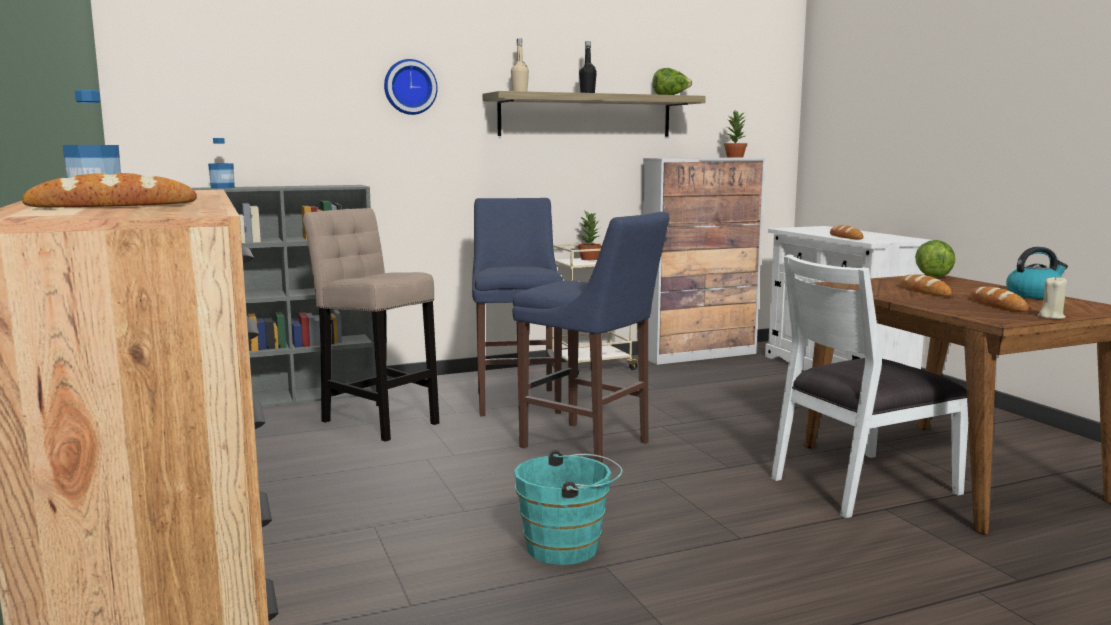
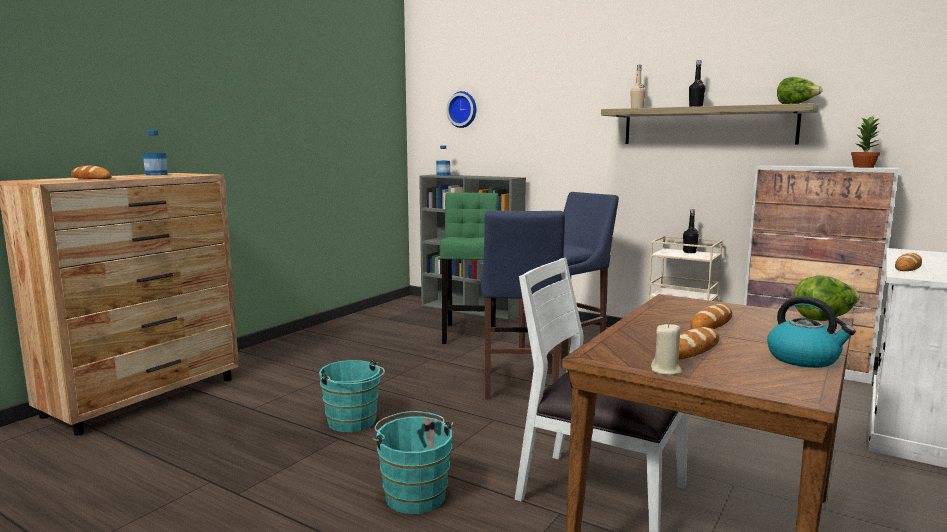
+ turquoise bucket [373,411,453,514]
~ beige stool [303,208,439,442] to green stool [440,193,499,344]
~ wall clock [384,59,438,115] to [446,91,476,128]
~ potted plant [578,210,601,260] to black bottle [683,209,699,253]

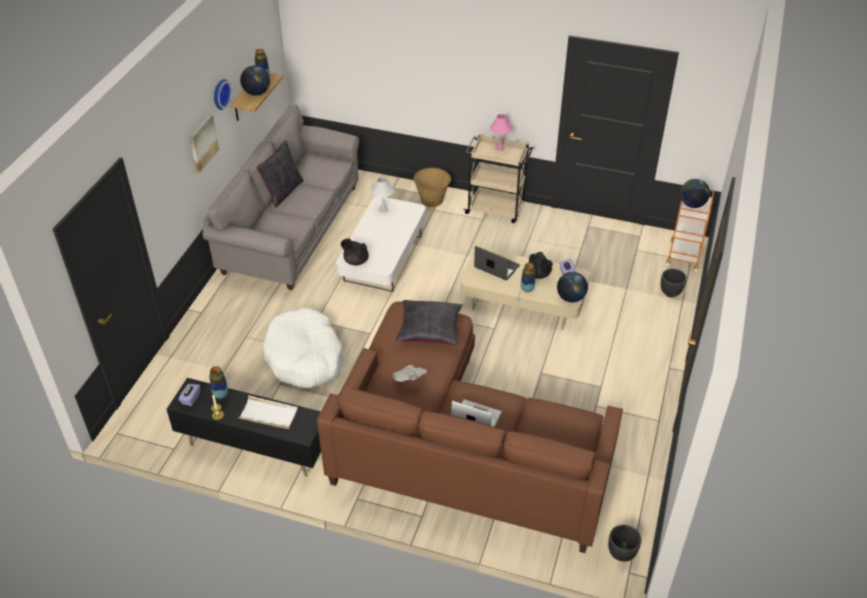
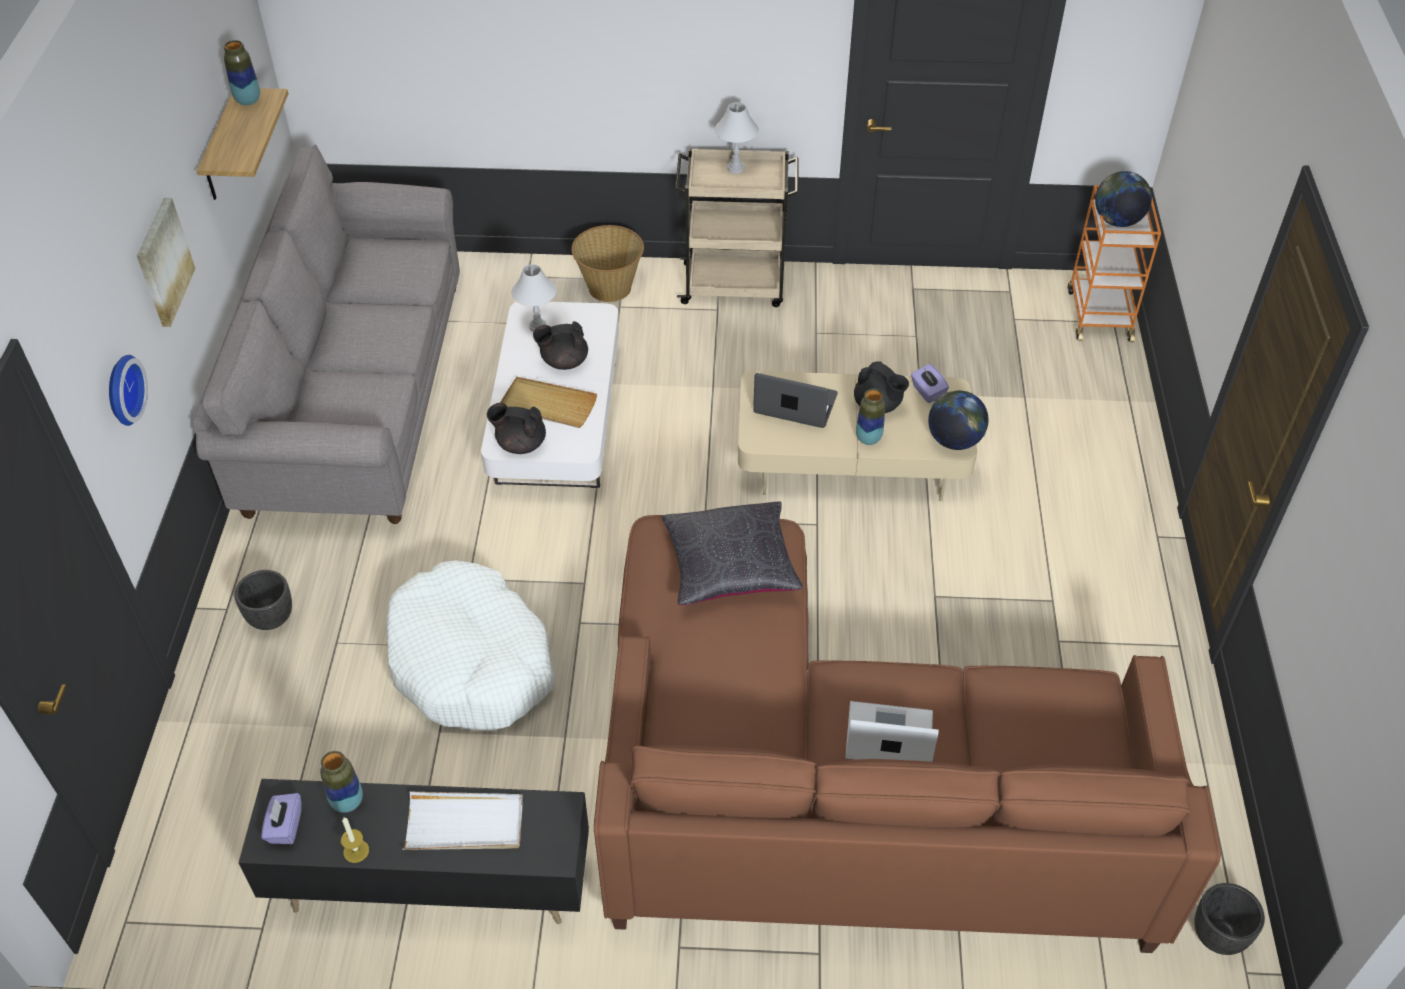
~ wall clock [214,79,232,110] to [109,355,148,426]
~ black planter [660,269,687,297] to [234,570,292,630]
+ beige tray [500,377,597,428]
+ black teapot [533,321,588,370]
~ pink table lamp [490,114,512,150] to white table lamp [715,102,759,174]
- globe [240,66,270,96]
- black pillow [257,140,304,208]
- newspaper [392,365,427,382]

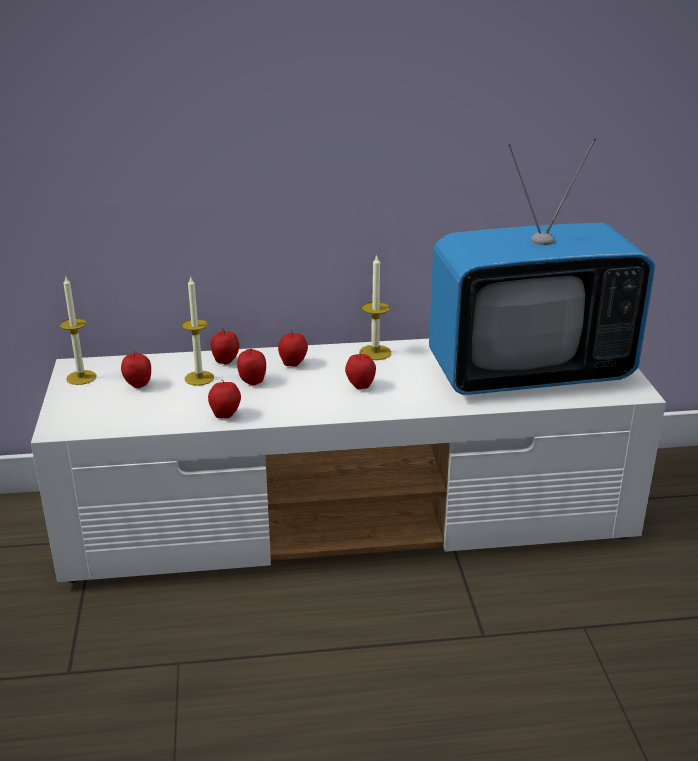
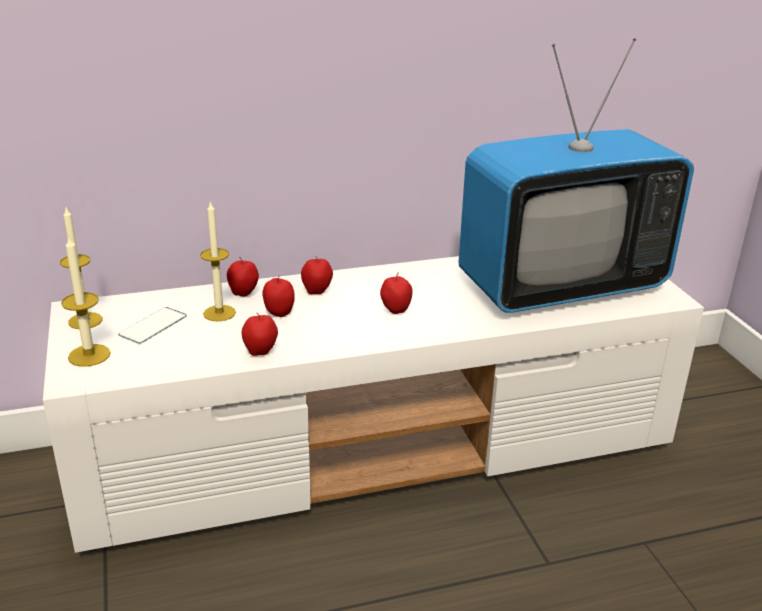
~ candle [359,254,391,360] to [61,235,111,367]
~ apple [121,349,151,388] to phone [118,307,187,344]

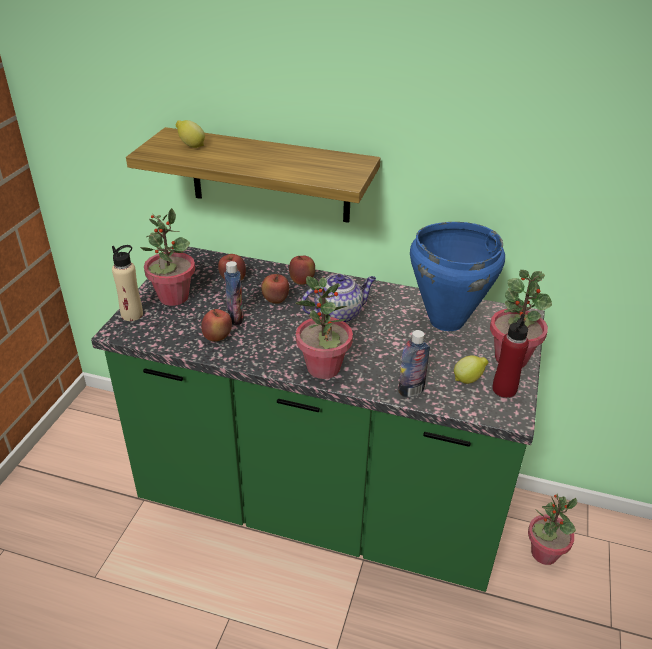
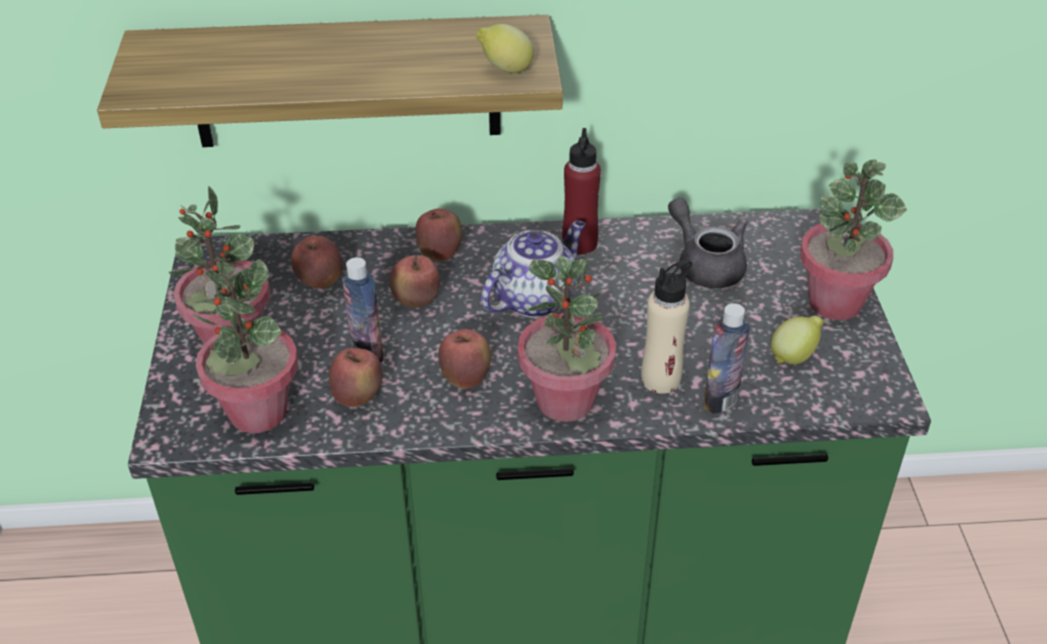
~ potted plant [528,494,577,565] to [192,259,298,433]
+ apple [438,329,491,389]
~ lemon [176,120,205,148] to [476,24,534,73]
~ red bottle [492,313,529,398] to [562,128,601,255]
~ beige bottle [112,245,143,321] to [641,259,692,394]
~ blue cooking pot [410,222,505,331] to grey teapot [668,198,748,288]

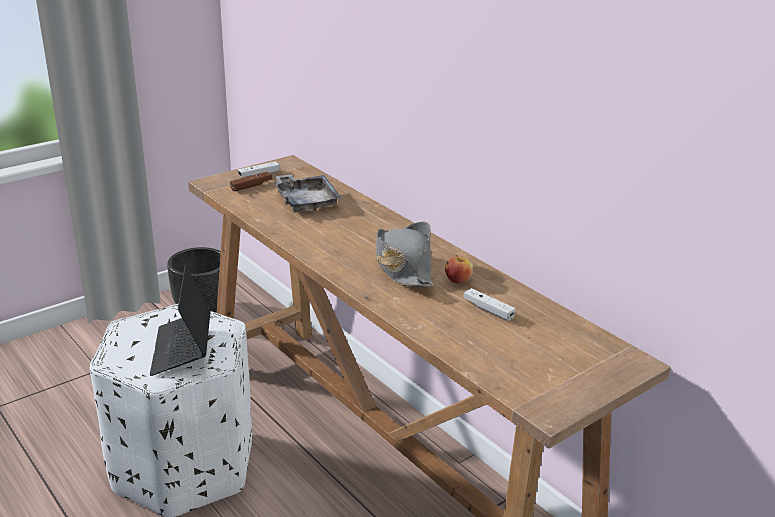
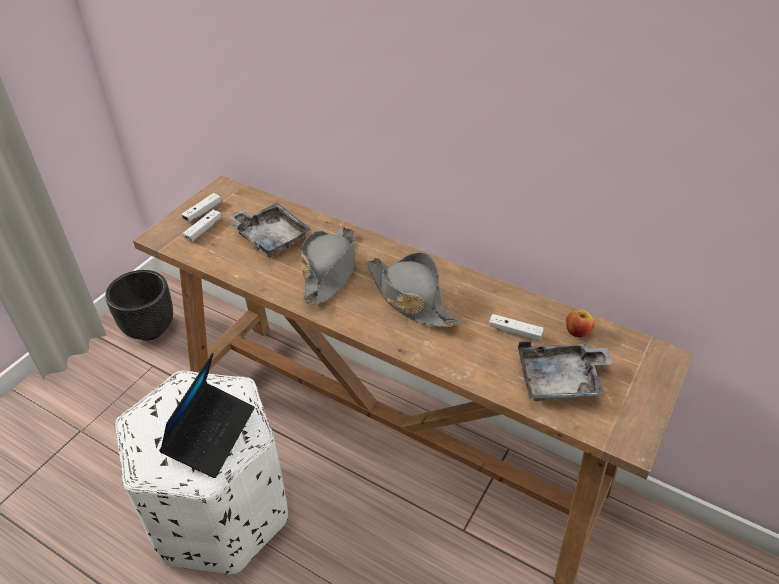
~ laptop [150,265,211,376] = [159,353,255,478] 135 degrees counterclockwise
~ brown game controller [230,172,272,192] to white game controller [183,210,222,242]
+ grey hat [301,227,355,305]
+ grey tray [518,341,613,401]
~ apple [445,255,473,284] to [566,309,595,338]

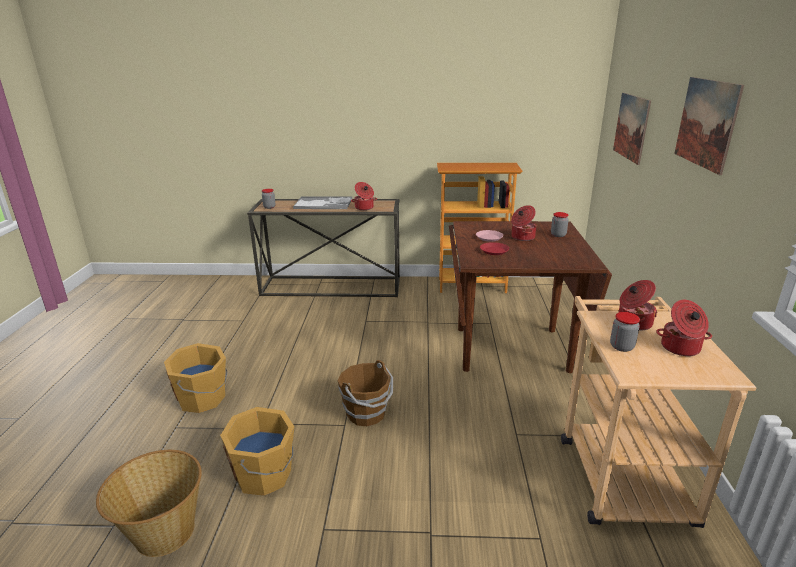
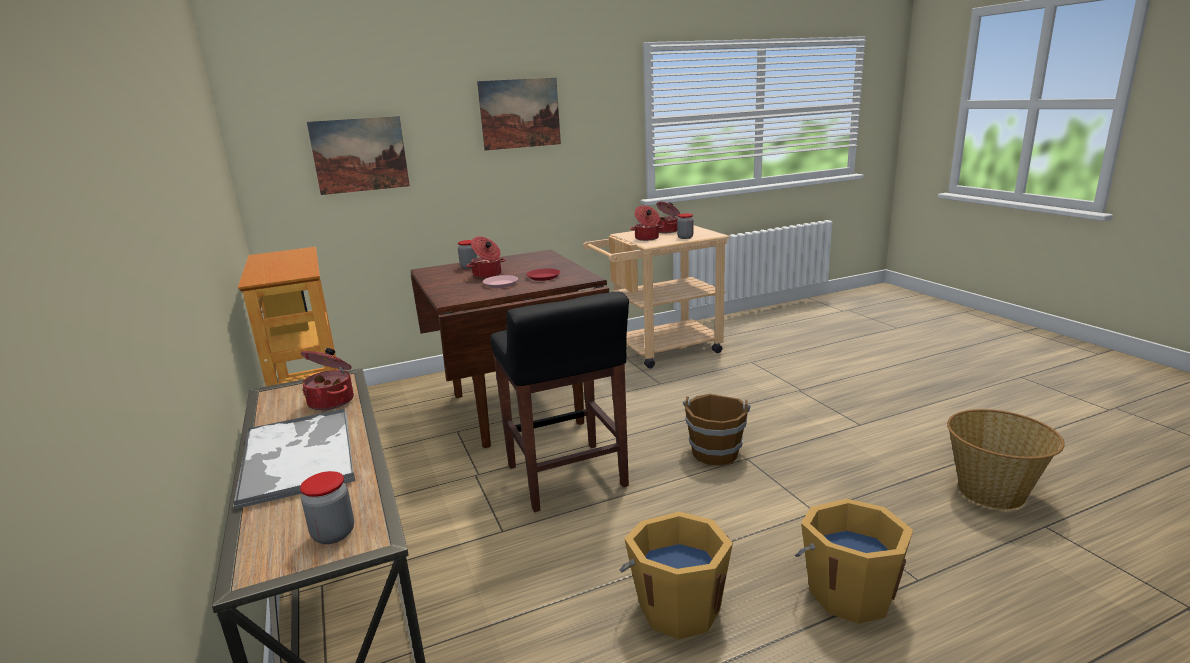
+ black stool [490,292,629,512]
~ orange bucket [220,407,294,496] to [620,512,733,639]

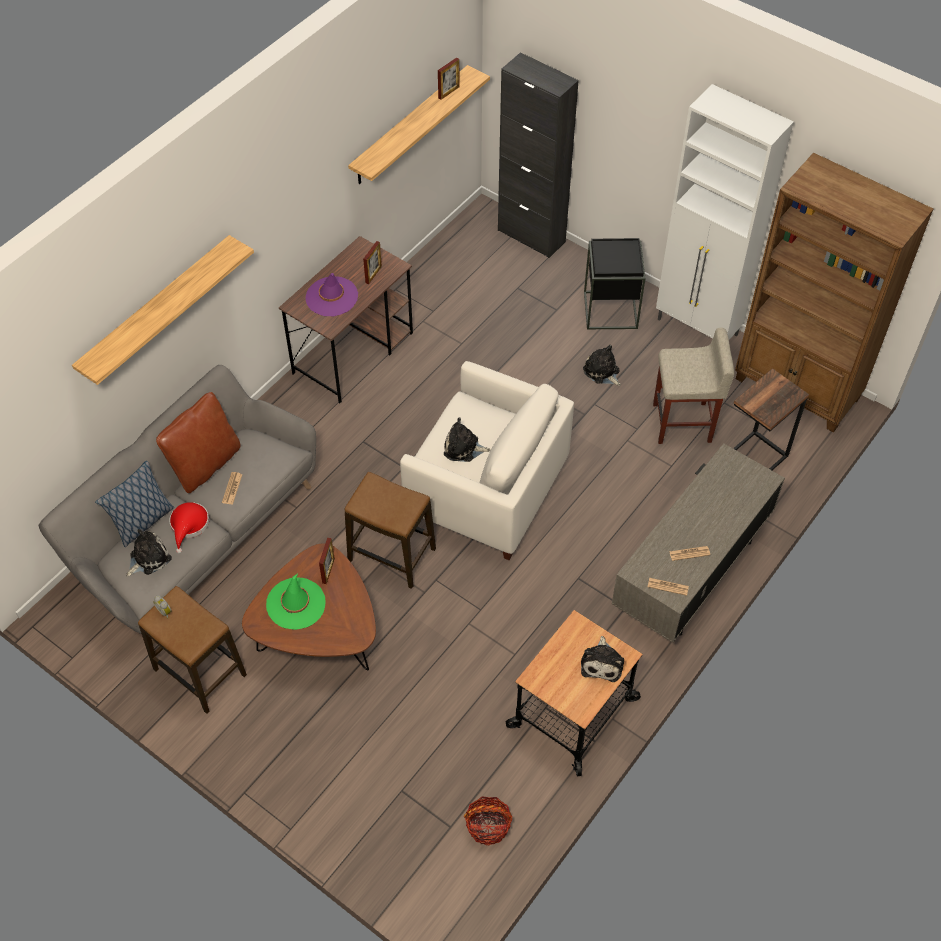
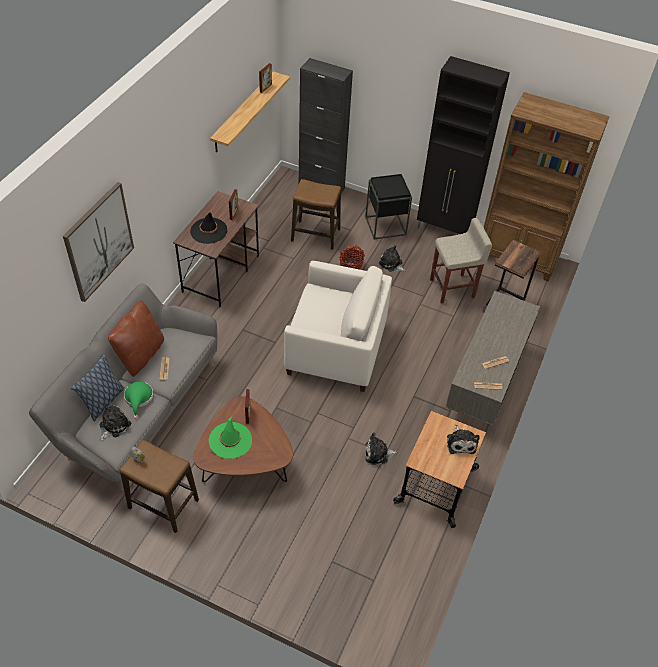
~ shelf [72,235,254,385] to picture [63,182,134,302]
~ red hat [169,502,209,554] to green hat [124,382,153,419]
~ purple hat [306,273,358,316] to black hat [190,212,227,244]
~ stool [345,472,436,589] to [291,179,341,250]
~ basket [464,796,513,846] to [339,245,365,270]
~ plush toy [444,418,491,462] to [365,432,397,465]
~ white cabinet [656,84,794,340] to black cabinet [417,56,510,234]

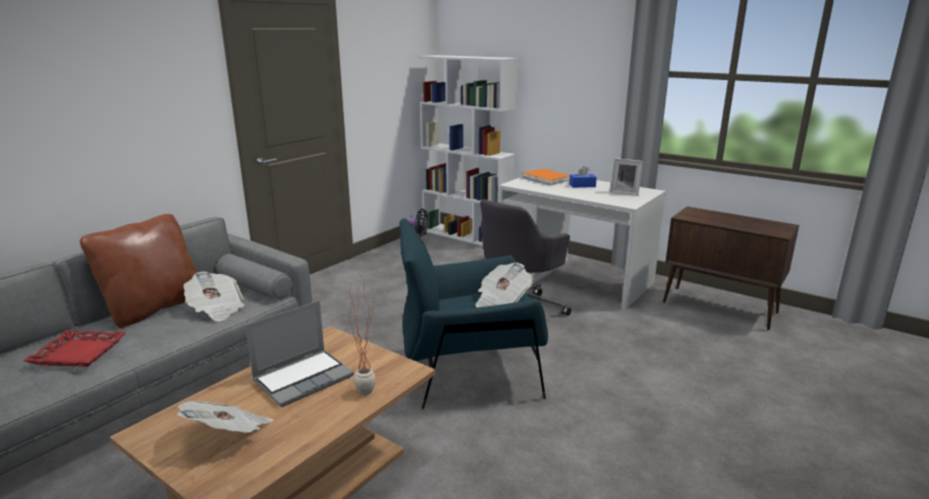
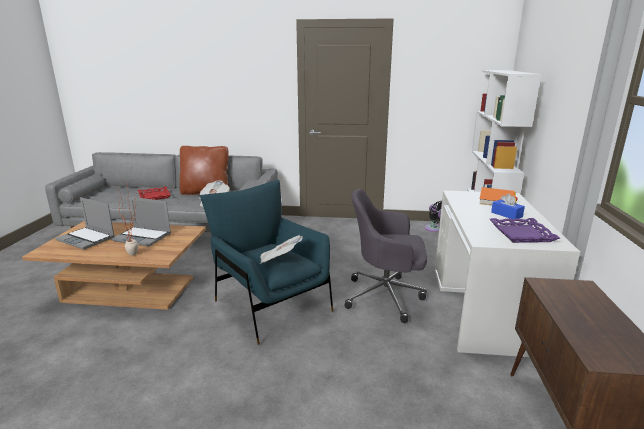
~ newspaper [176,401,274,433] to laptop [55,197,115,250]
~ picture frame [610,158,643,196] to purple tray [490,218,560,243]

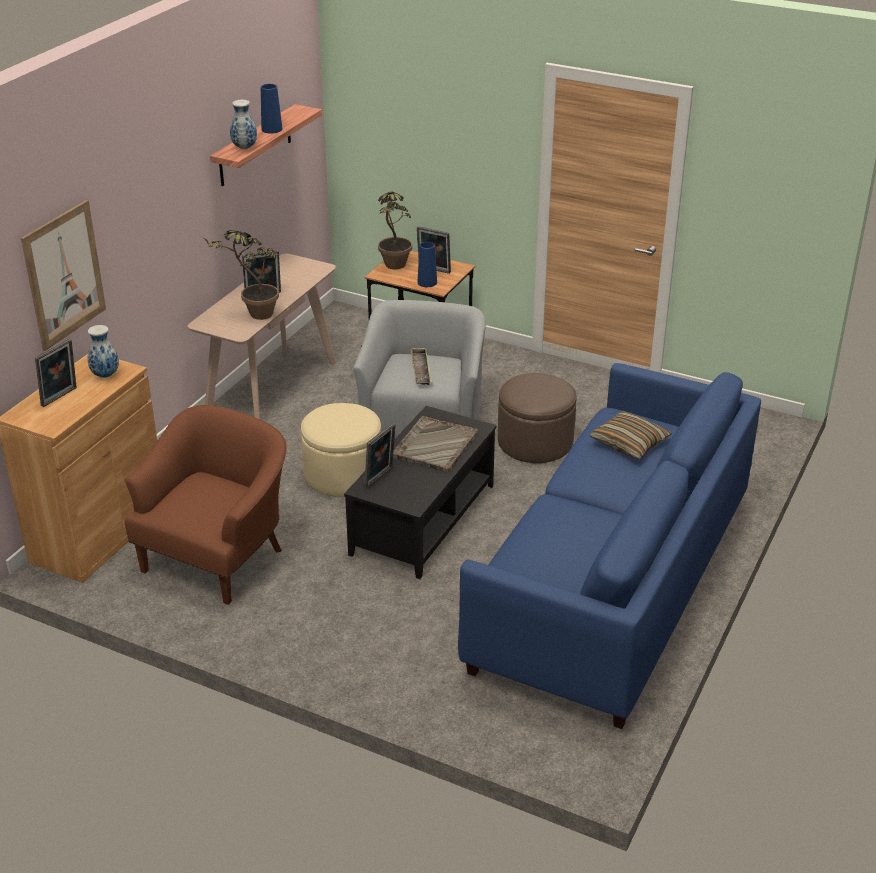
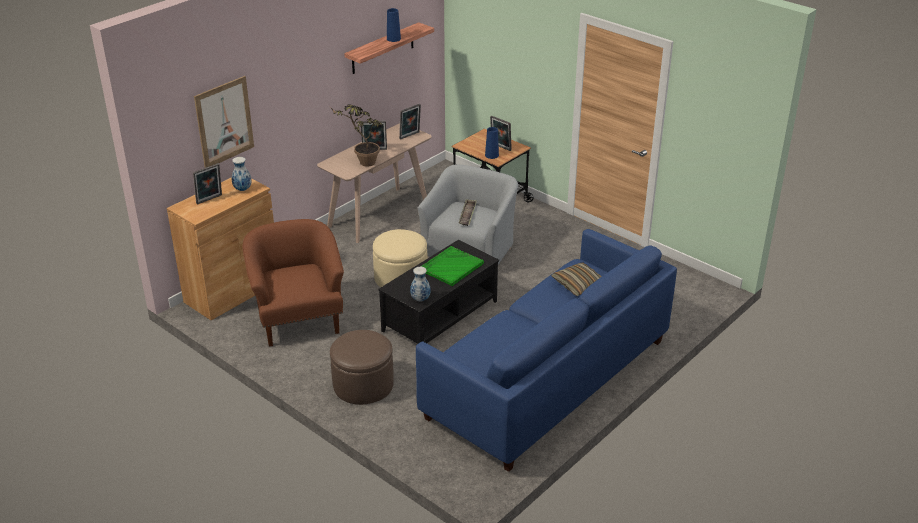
~ brown armchair [124,405,287,605] = [243,219,344,346] 60 degrees counterclockwise
~ brown ottoman [498,373,577,463] to [330,330,394,405]
~ picture frame [364,423,396,488] to [399,104,421,139]
~ vase [230,99,257,149] to [410,267,430,302]
~ grey tray [393,416,478,473] to green tray [420,246,484,286]
- potted plant [378,192,412,269]

